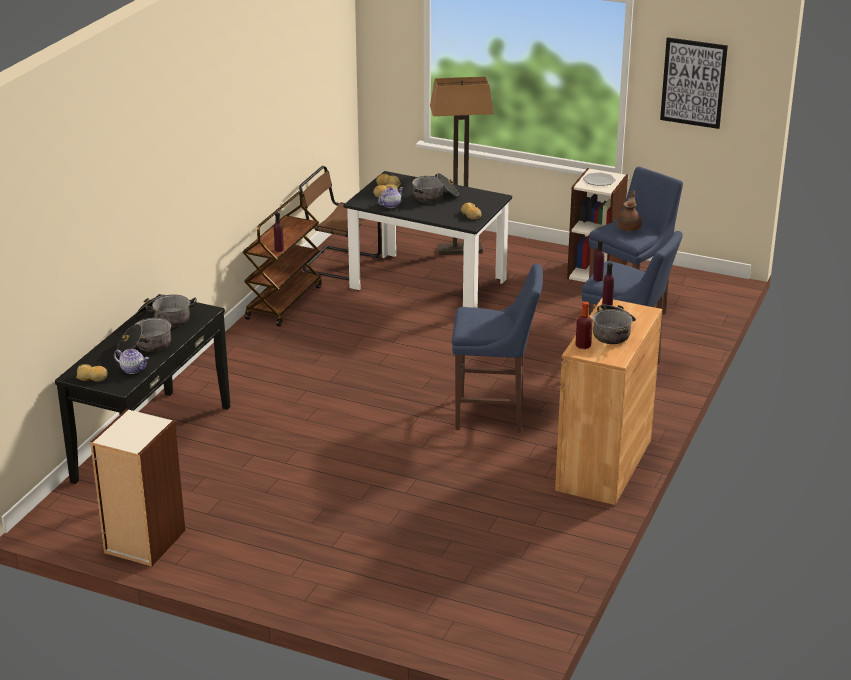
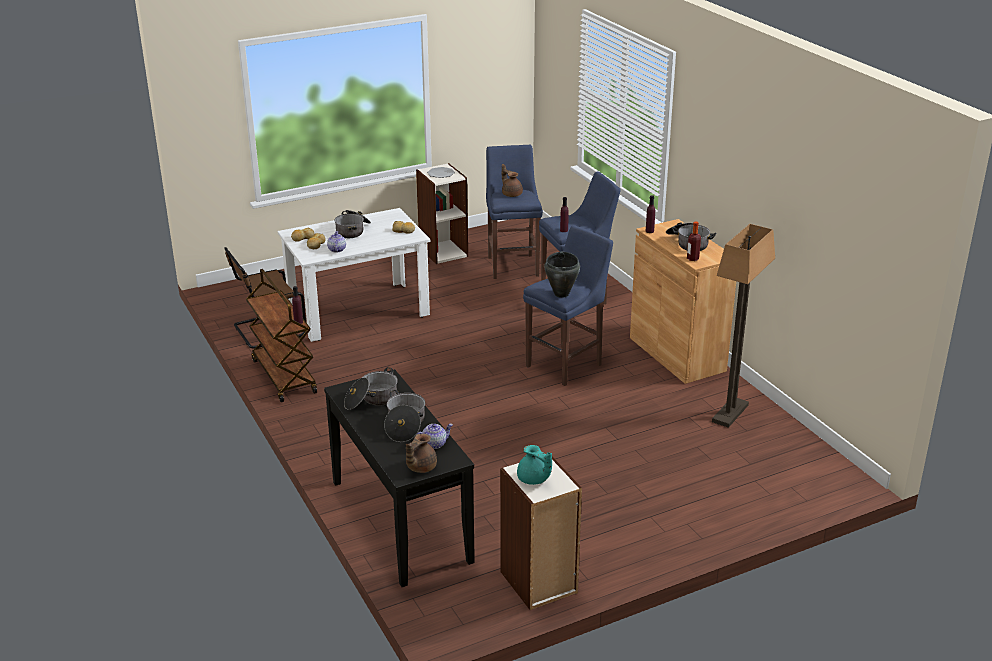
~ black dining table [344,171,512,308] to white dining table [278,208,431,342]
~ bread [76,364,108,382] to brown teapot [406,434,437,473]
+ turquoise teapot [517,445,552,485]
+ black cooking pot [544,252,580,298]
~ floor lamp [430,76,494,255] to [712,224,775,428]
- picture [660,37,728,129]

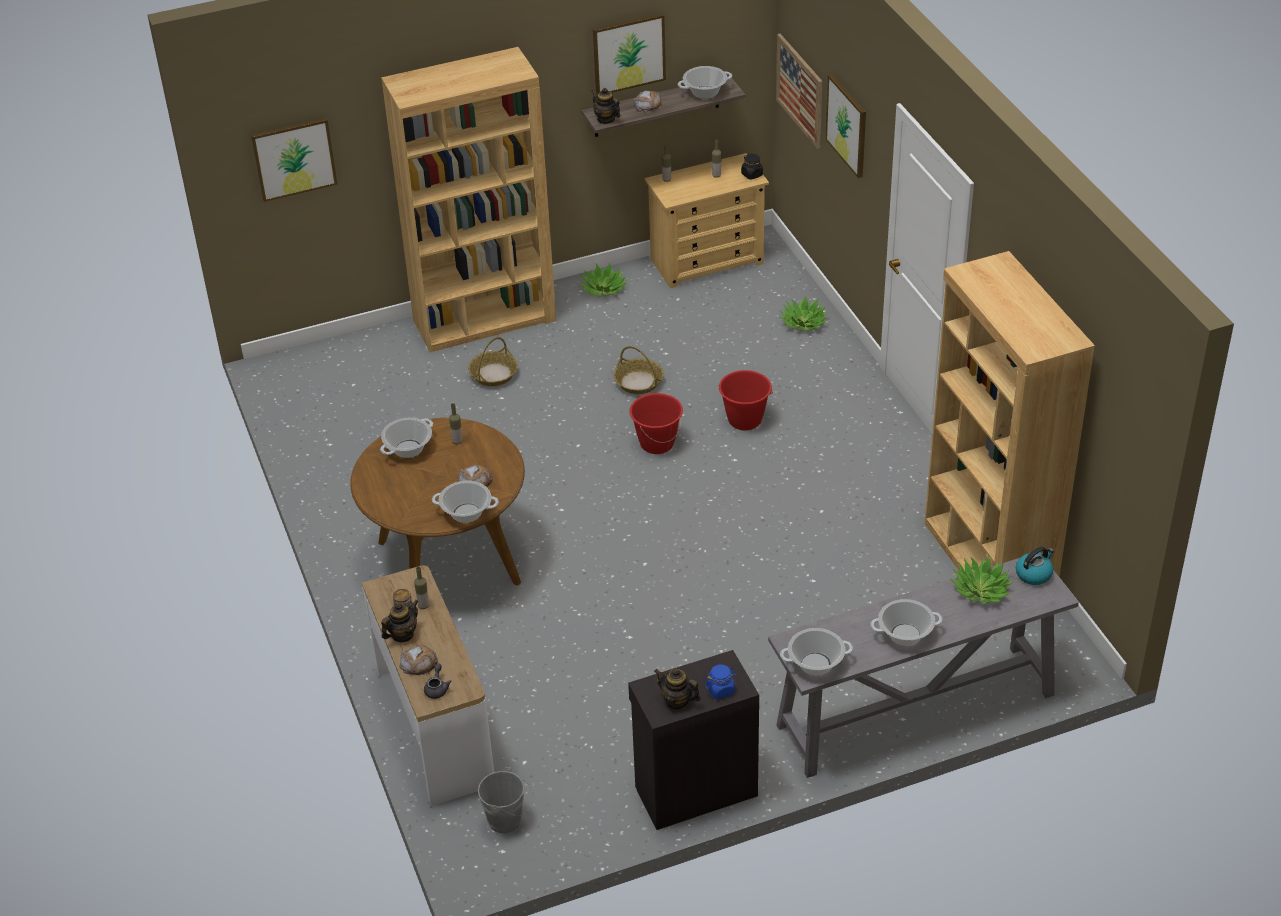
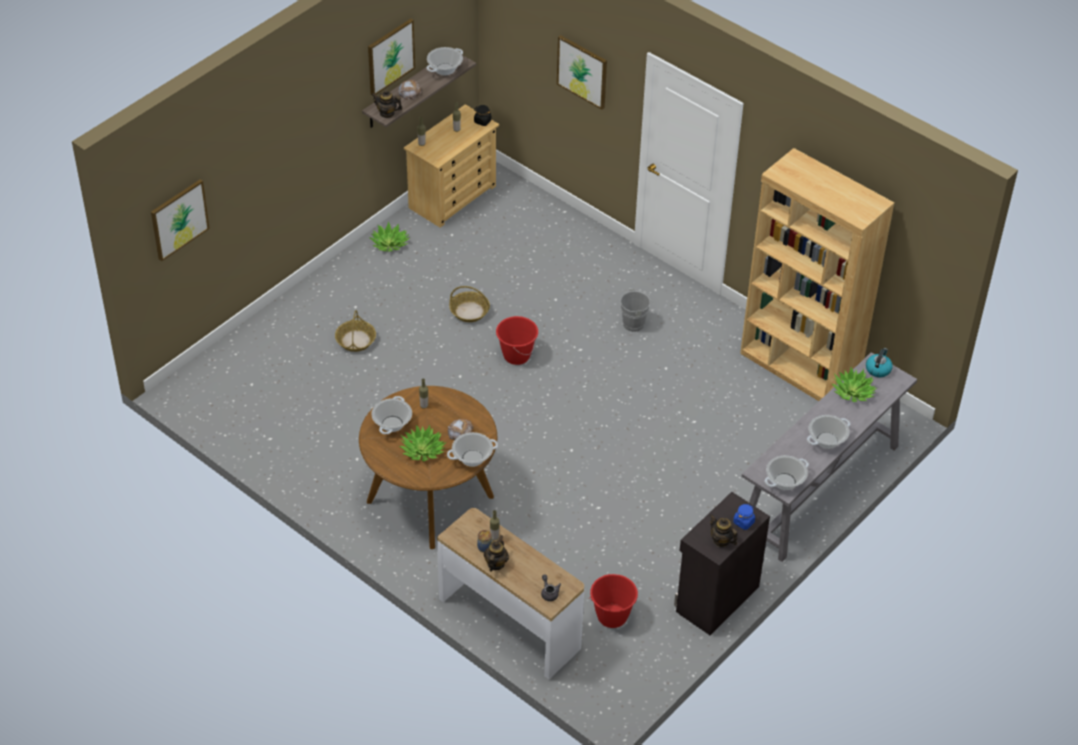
~ potted plant [779,296,828,331] to [399,425,446,461]
~ red bucket [718,370,773,430] to [589,574,638,628]
~ grey bucket [478,767,533,834] to [620,288,655,332]
~ teapot [654,669,701,710] = [710,514,738,547] 45 degrees clockwise
- brown bookcase [381,47,556,352]
- bread [399,645,438,675]
- picture [776,34,822,149]

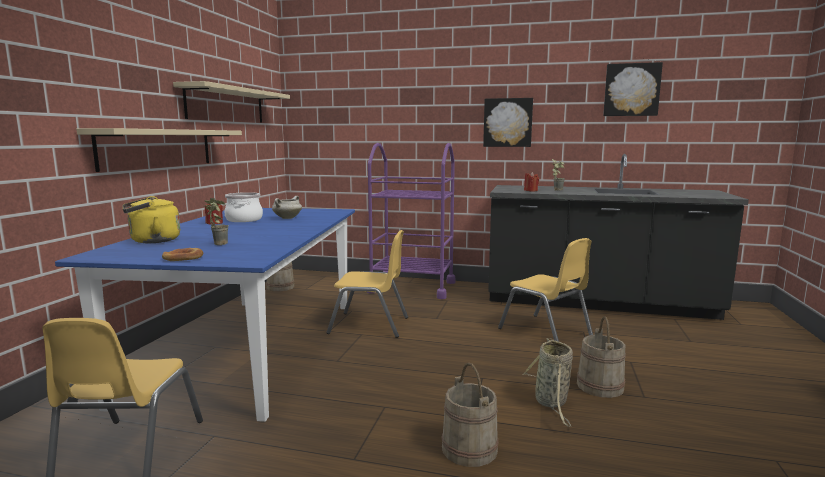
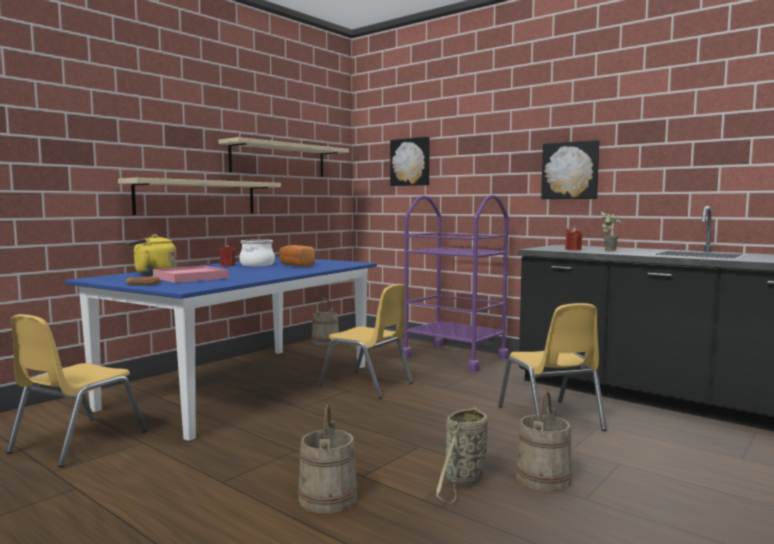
~ potted plant [204,198,229,245] to pink tray [153,266,229,283]
~ white cooking pot [272,196,302,219] to bread [279,245,315,267]
~ picture [603,62,663,116] to [390,137,430,186]

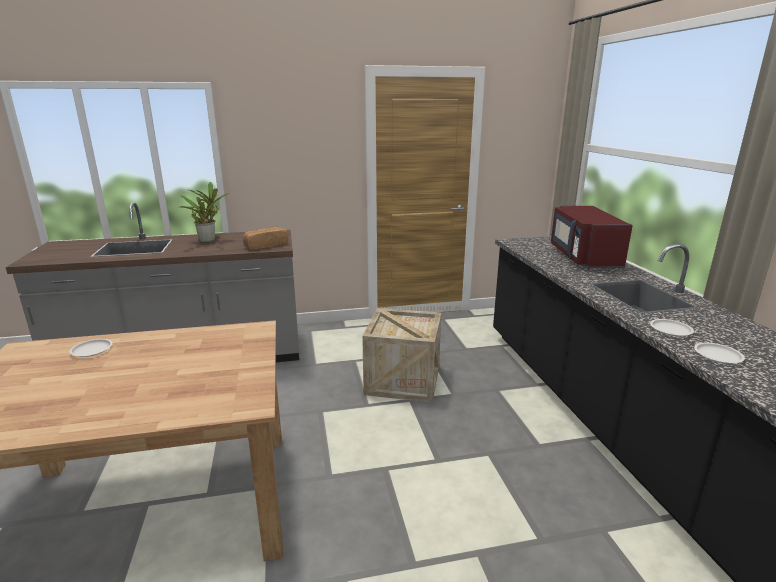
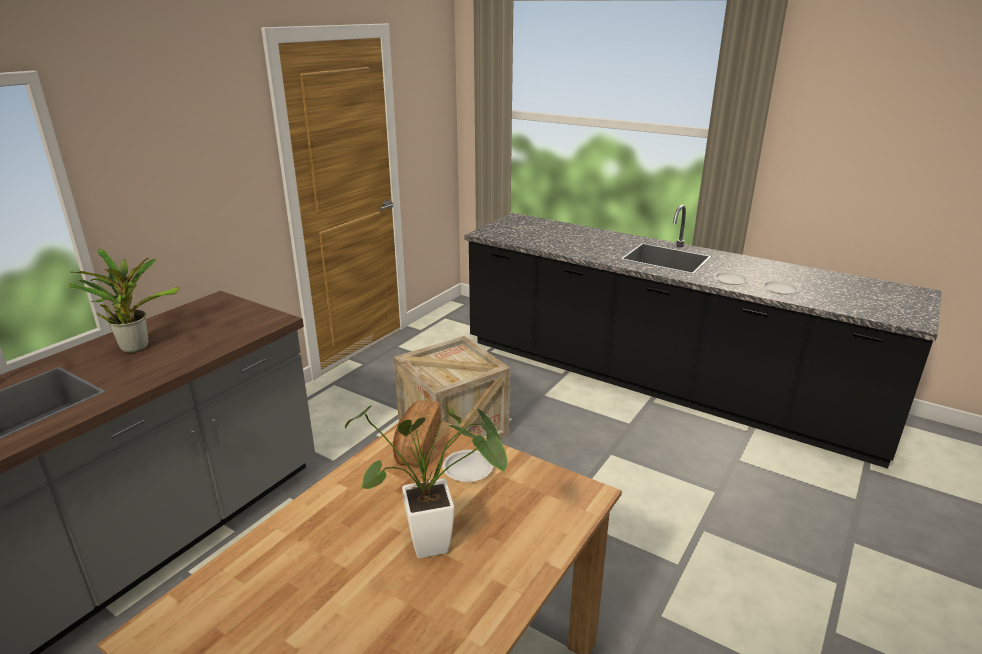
+ potted plant [345,405,508,559]
~ bread [243,227,288,250] to [393,400,441,466]
~ white plate [69,339,113,357] to [443,450,493,482]
- red microwave [551,206,633,269]

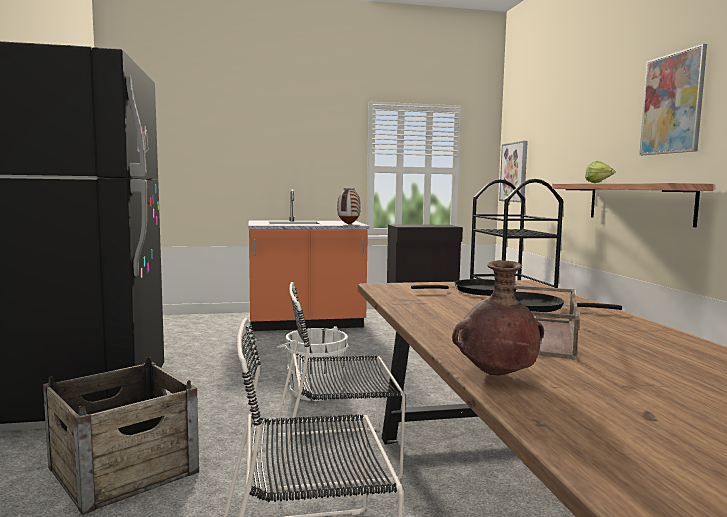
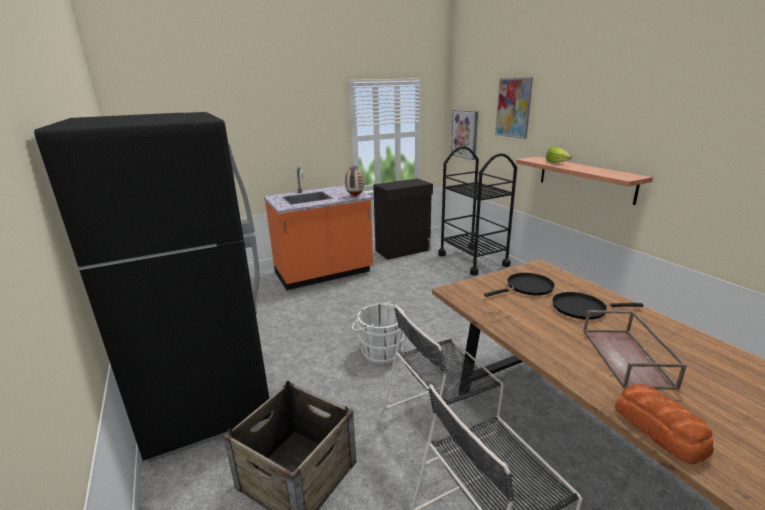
~ picture [639,44,707,155] to [495,78,533,139]
~ brown vase [452,260,544,375] to bread [615,384,714,464]

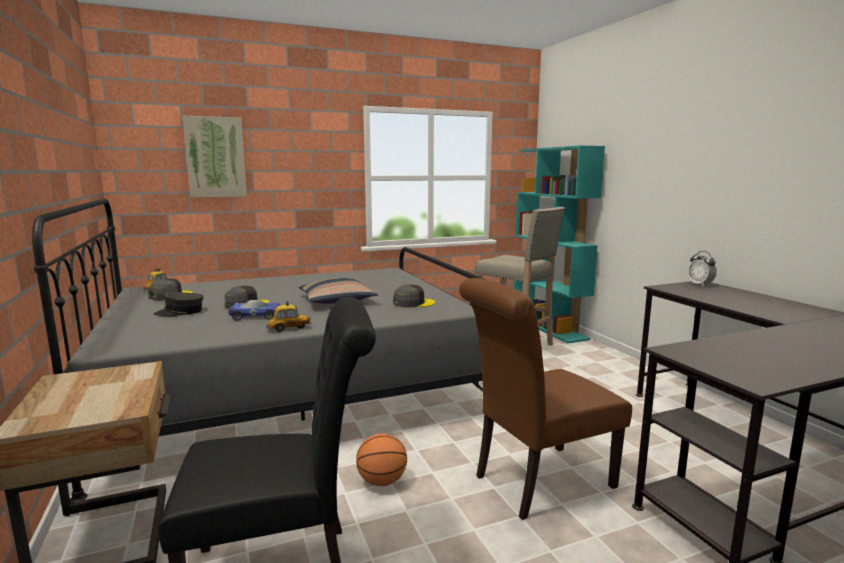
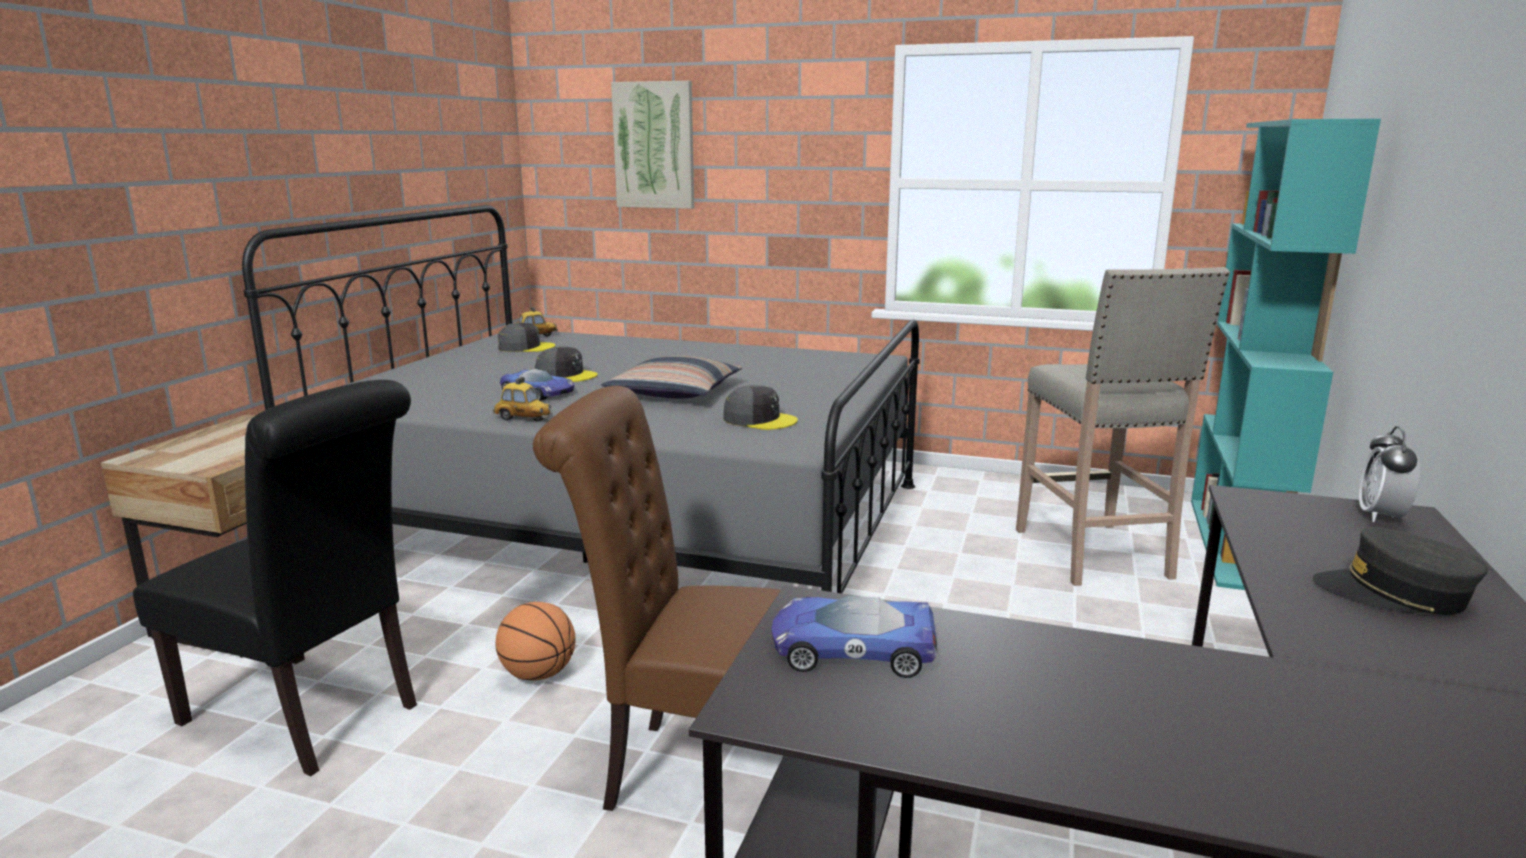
+ toy car [771,596,937,678]
~ grey cap [154,292,204,316] to [1313,527,1488,615]

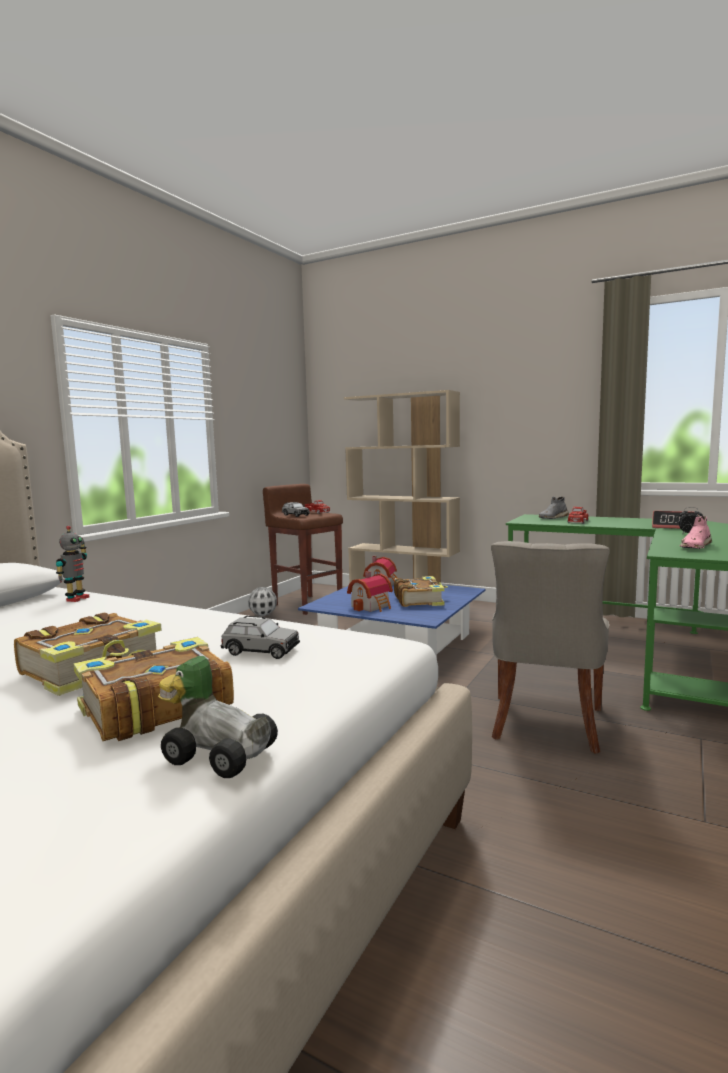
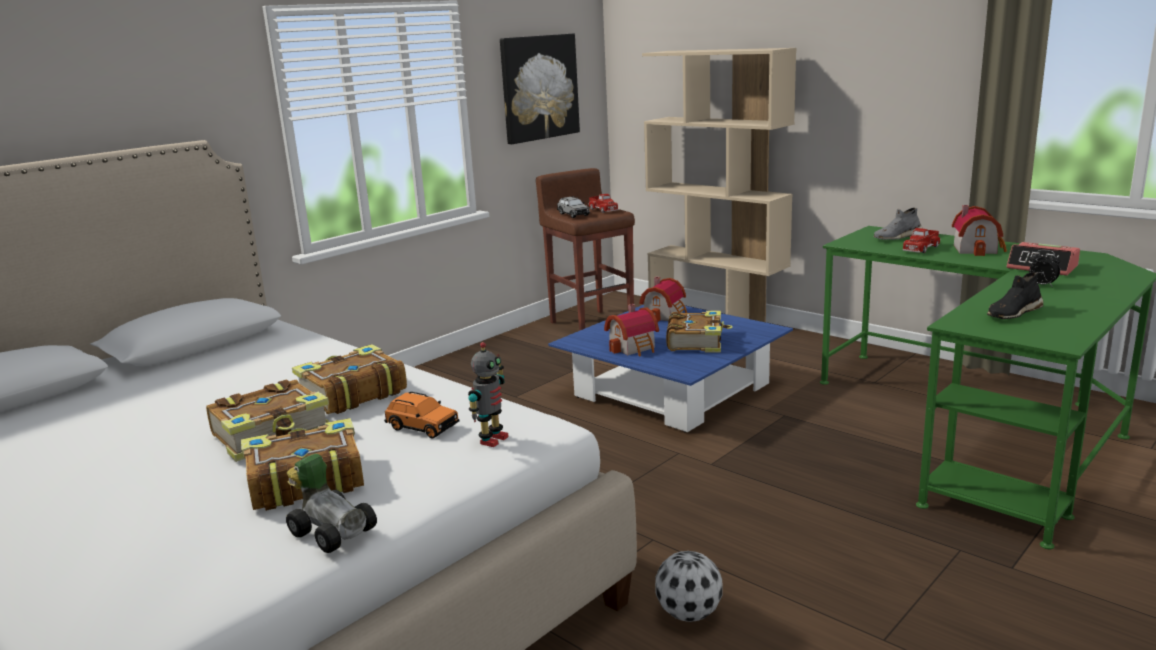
+ book [292,344,407,414]
~ grey toy car [221,616,300,659] to orange toy car [384,392,460,438]
~ toy robot [56,526,90,602] to [468,342,509,447]
+ picture [500,34,580,144]
~ football [248,587,277,616] to [655,551,723,622]
+ toy house [952,205,1007,256]
~ pink shoe [680,516,712,549] to black shoe [987,272,1043,319]
- grey chair [491,541,610,754]

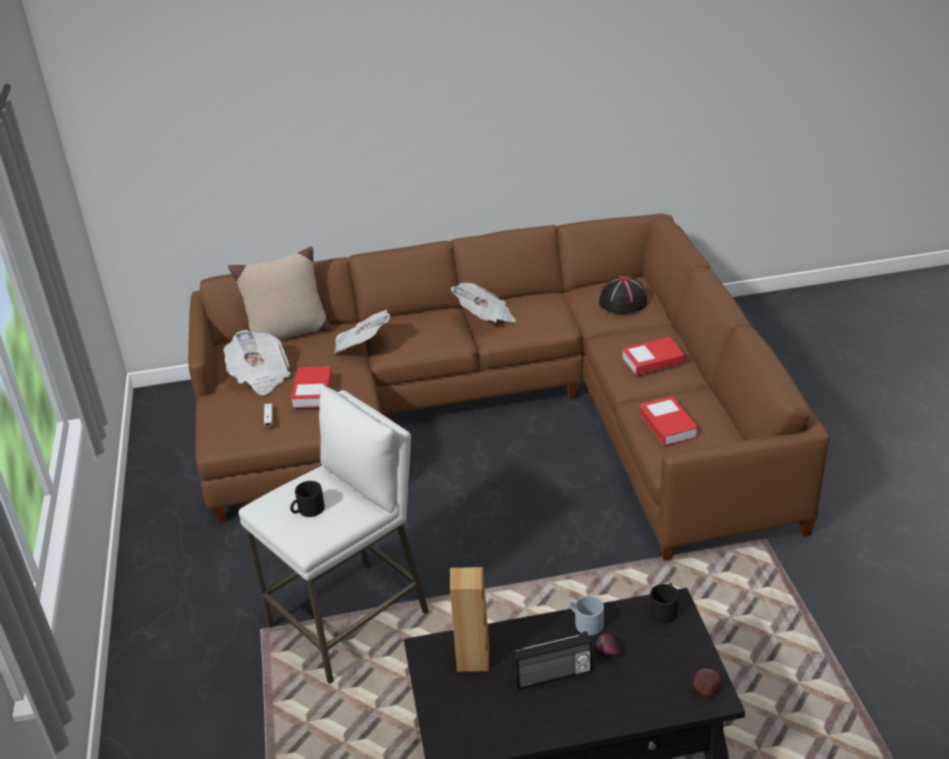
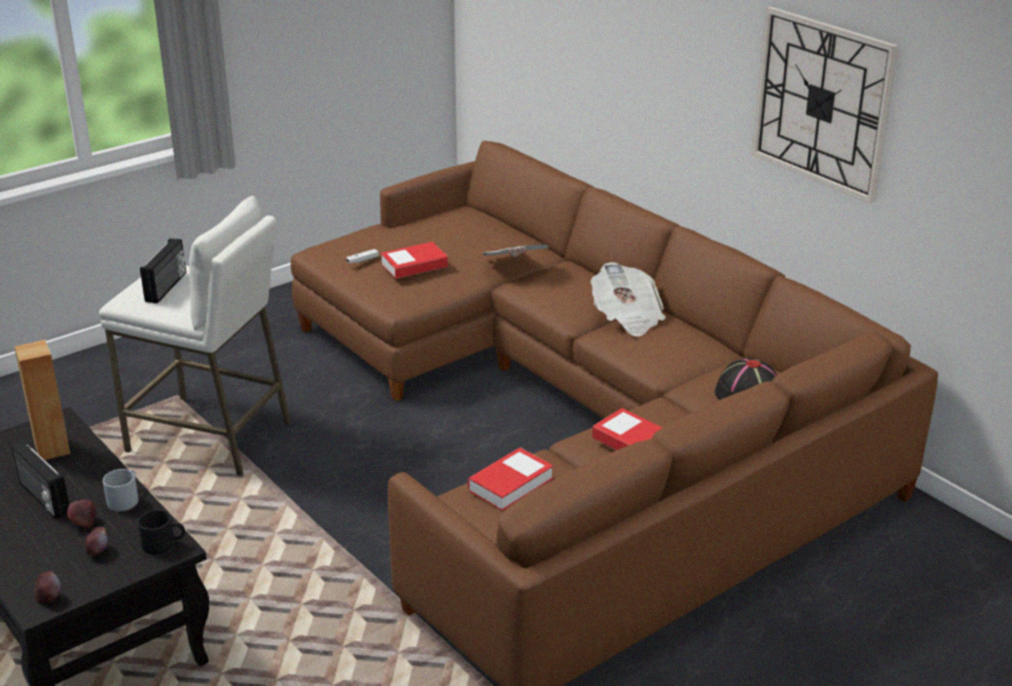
+ apple [85,527,108,556]
~ black mug [290,481,325,517] to radio [140,238,186,304]
+ wall clock [752,6,899,203]
- newspaper [223,330,291,395]
- beige pillow [228,246,332,340]

